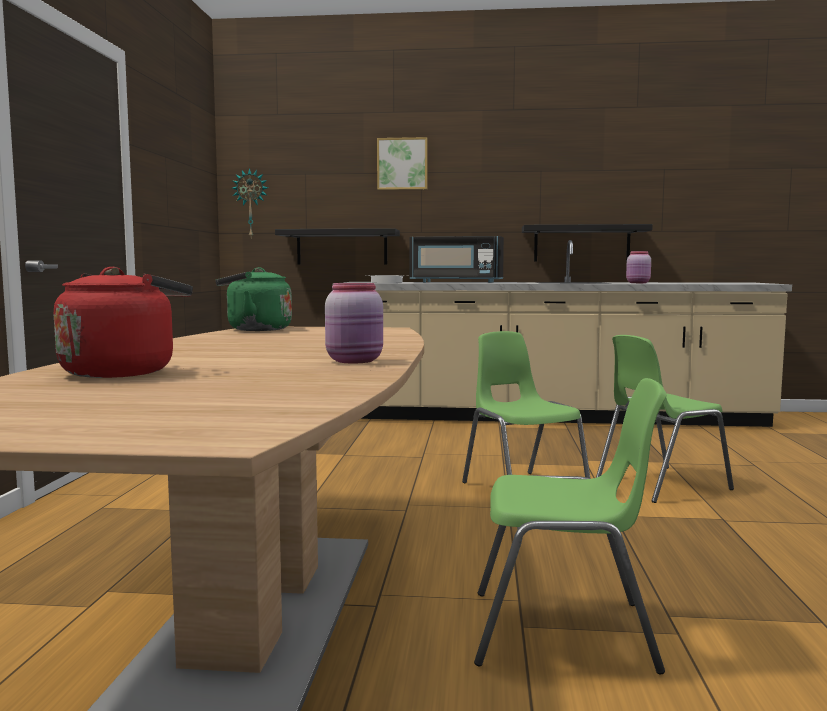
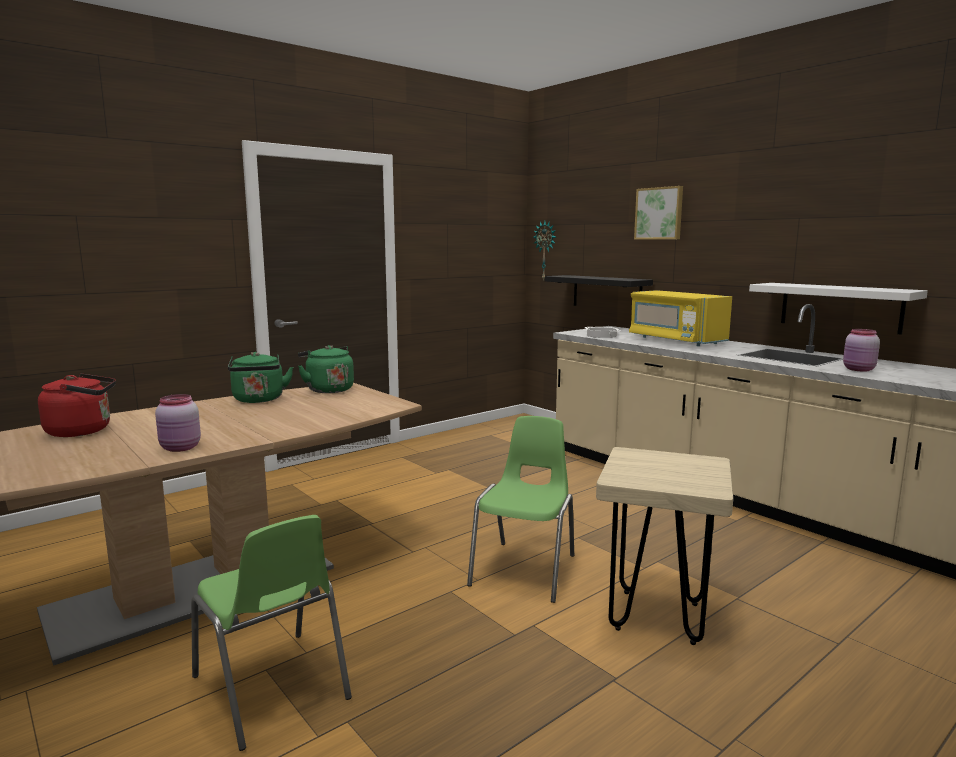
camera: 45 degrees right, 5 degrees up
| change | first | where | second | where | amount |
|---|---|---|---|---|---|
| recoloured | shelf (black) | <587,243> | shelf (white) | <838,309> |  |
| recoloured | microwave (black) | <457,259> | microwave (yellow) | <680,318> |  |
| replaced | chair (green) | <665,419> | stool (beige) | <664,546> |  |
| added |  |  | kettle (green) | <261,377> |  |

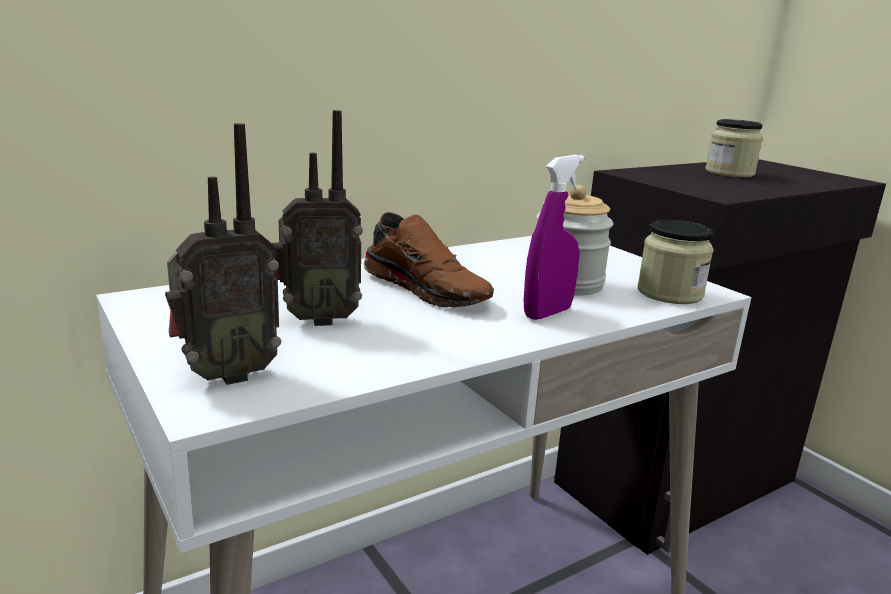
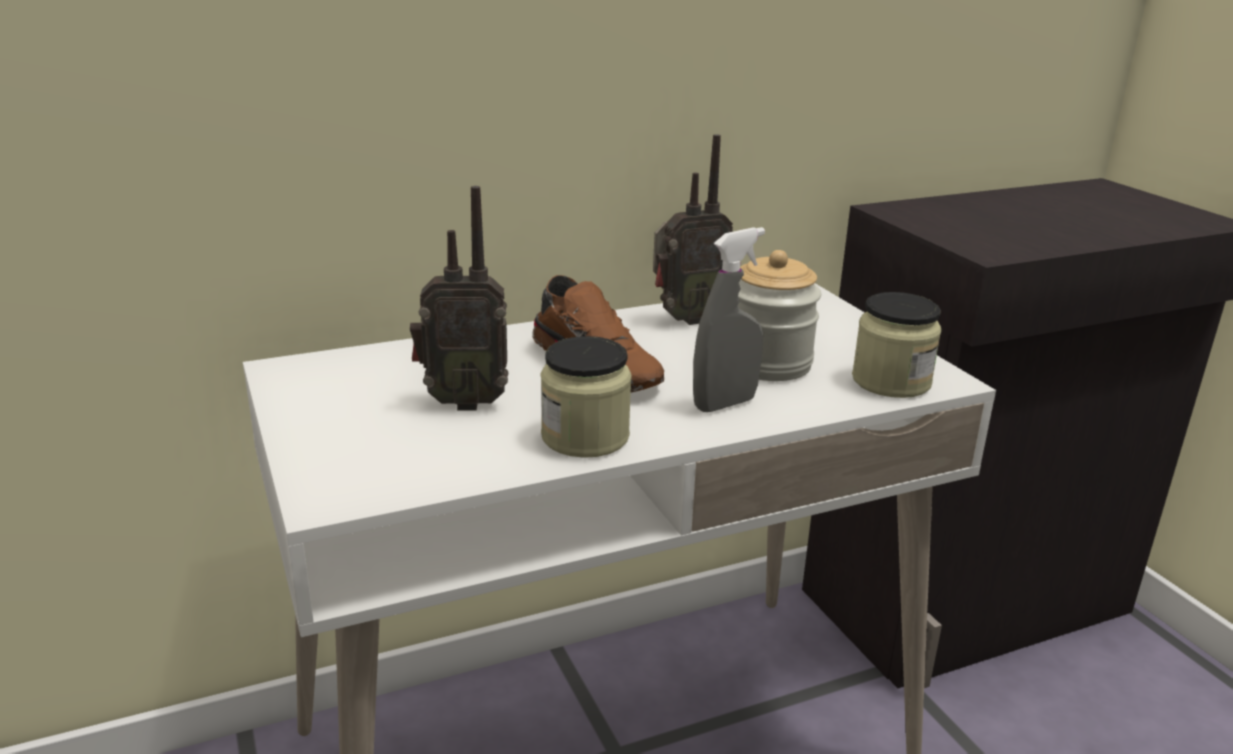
camera: 10 degrees right, 5 degrees up
| change | first | where | second | where | amount |
|---|---|---|---|---|---|
| moved | jar | <734,148> |  | <586,397> |  |
| moved | radio | <223,254> |  | <693,229> |  |
| recoloured | spray bottle (purple) | <554,237> | spray bottle (grey) | <729,319> |  |

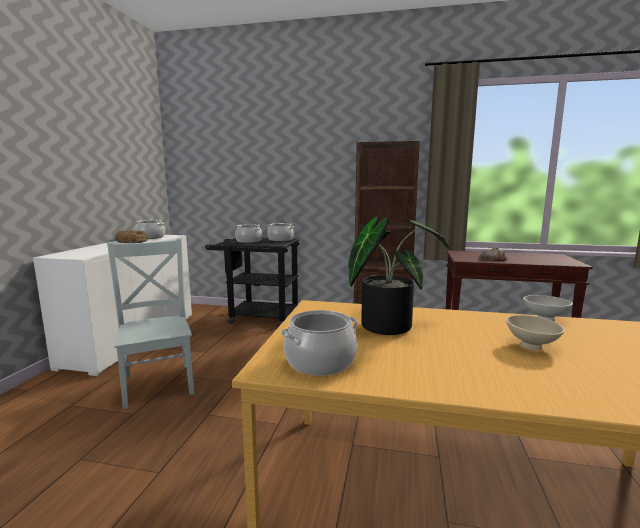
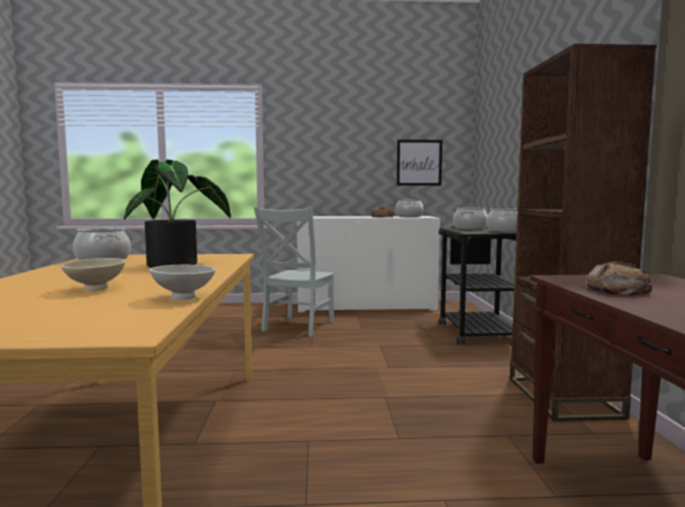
camera: 75 degrees right, 5 degrees down
| change | first | where | second | where | amount |
|---|---|---|---|---|---|
| turned | chair (grey) | <151,323> |  | <294,272> | 150 degrees clockwise |
| added |  |  | picture | <419,163> |  |

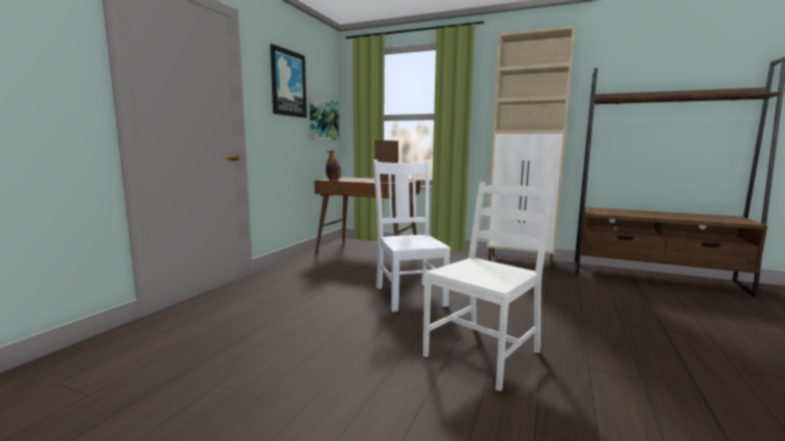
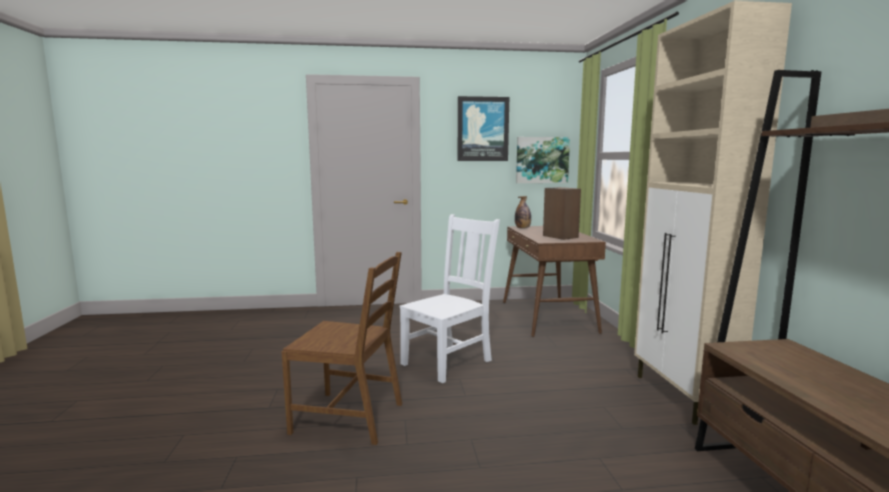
camera: 60 degrees right, 0 degrees up
| change | first | where | second | where | amount |
|---|---|---|---|---|---|
| recoloured | chair (white) | <489,286> | chair (brown) | <342,348> |  |

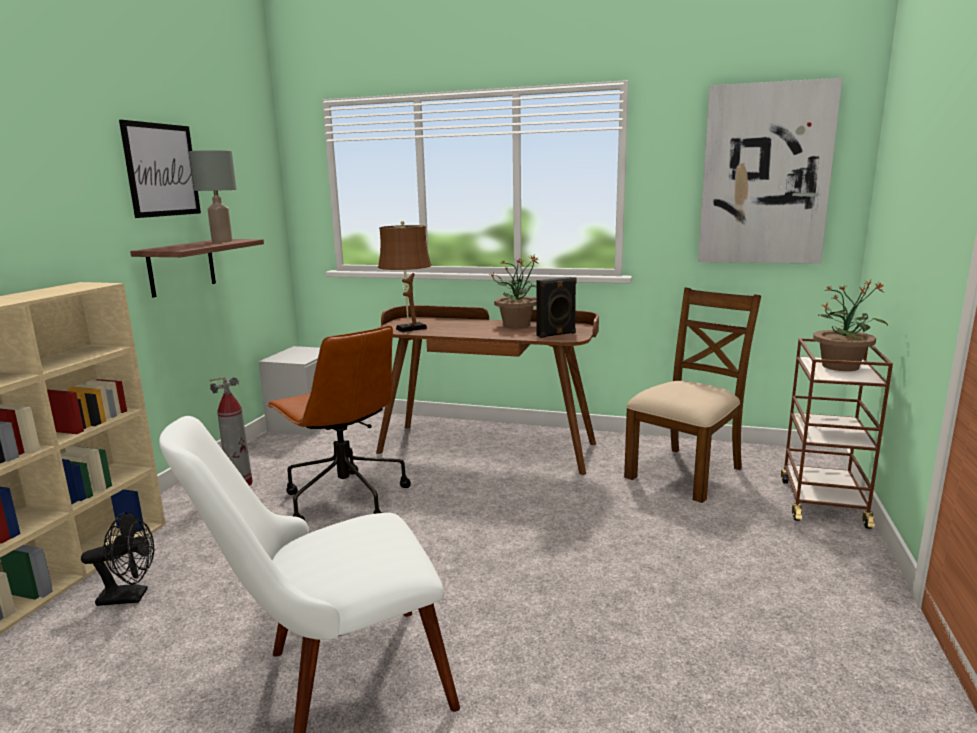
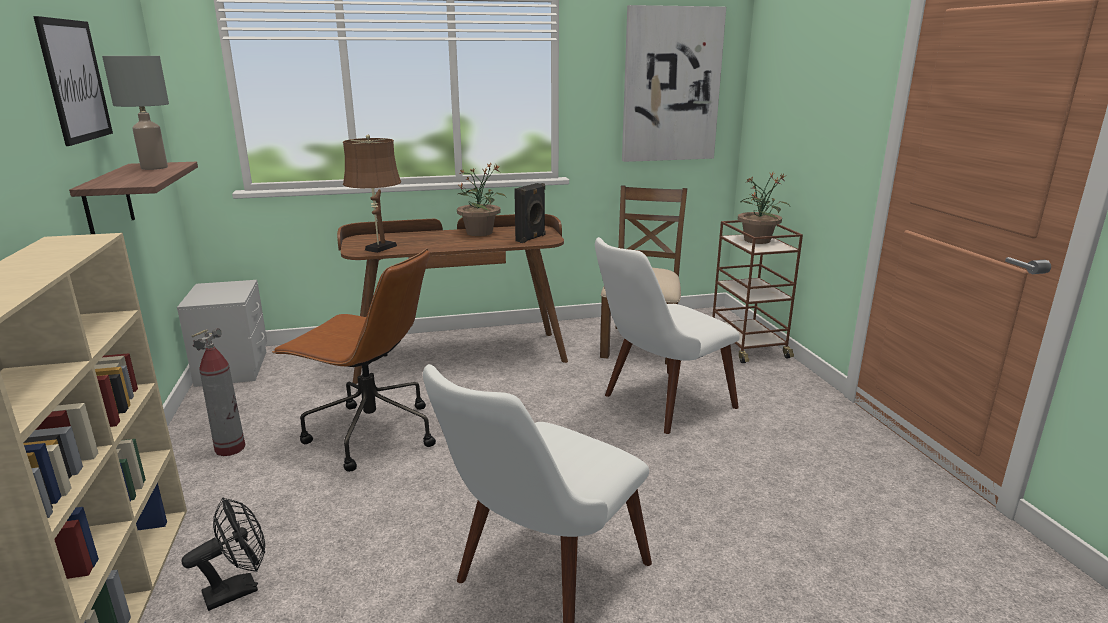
camera: 30 degrees left, 5 degrees up
| change | first | where | second | where | amount |
|---|---|---|---|---|---|
| added |  |  | chair (white) | <667,335> |  |

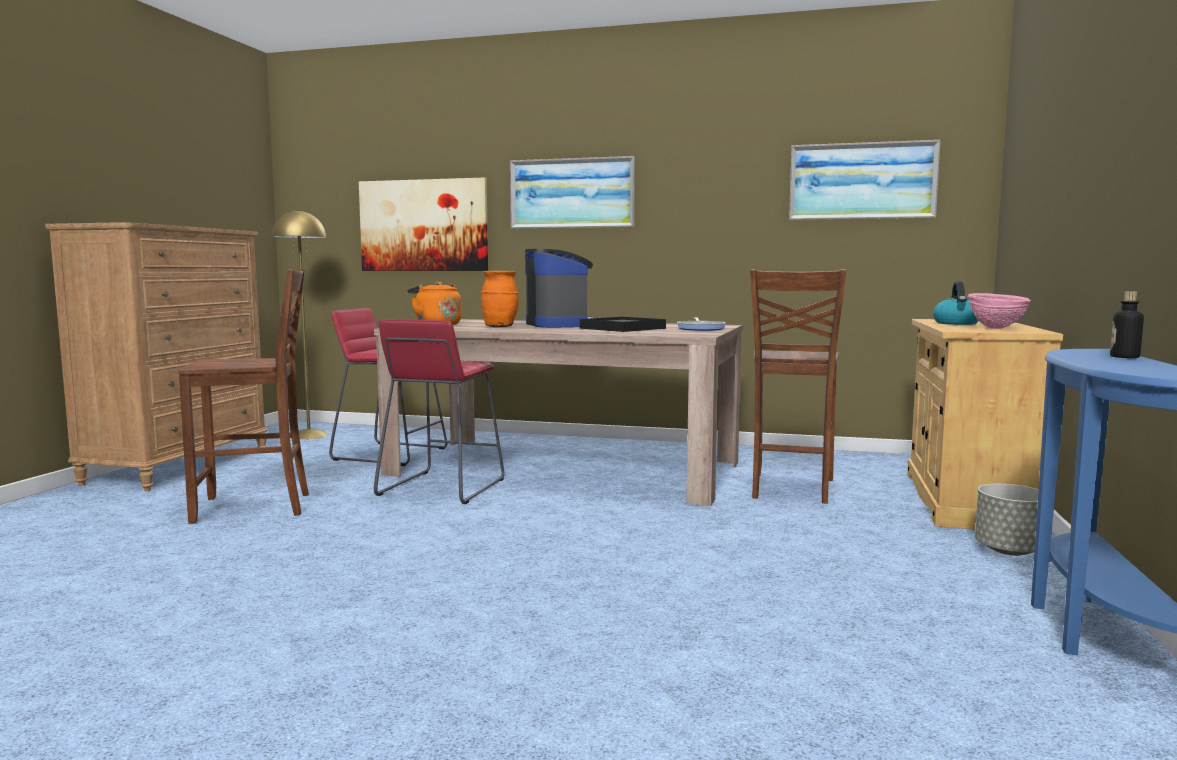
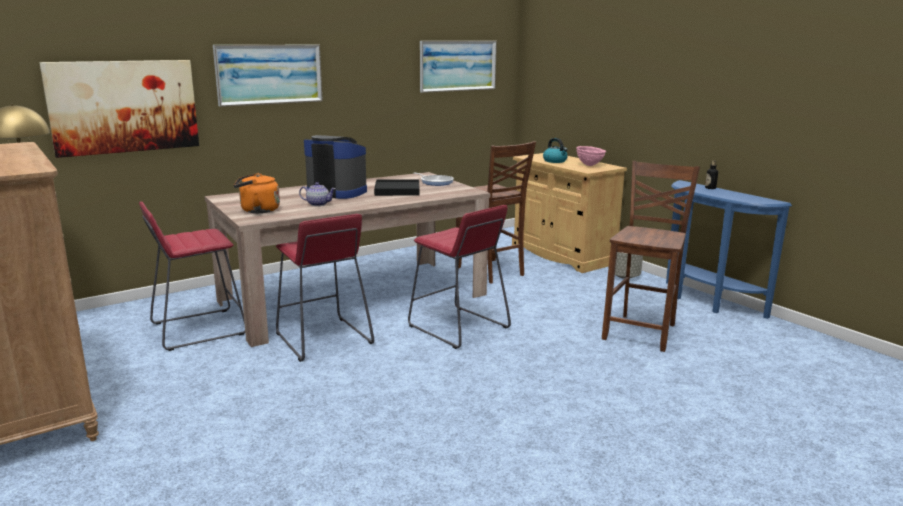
camera: 50 degrees left, 10 degrees up
| change | first | where | second | where | amount |
|---|---|---|---|---|---|
| moved | chair (brown) | <244,396> |  | <651,256> |  |
| replaced | vase (orange) | <499,299> | teapot | <317,194> |  |
| added |  |  | stool (red) | <459,277> |  |

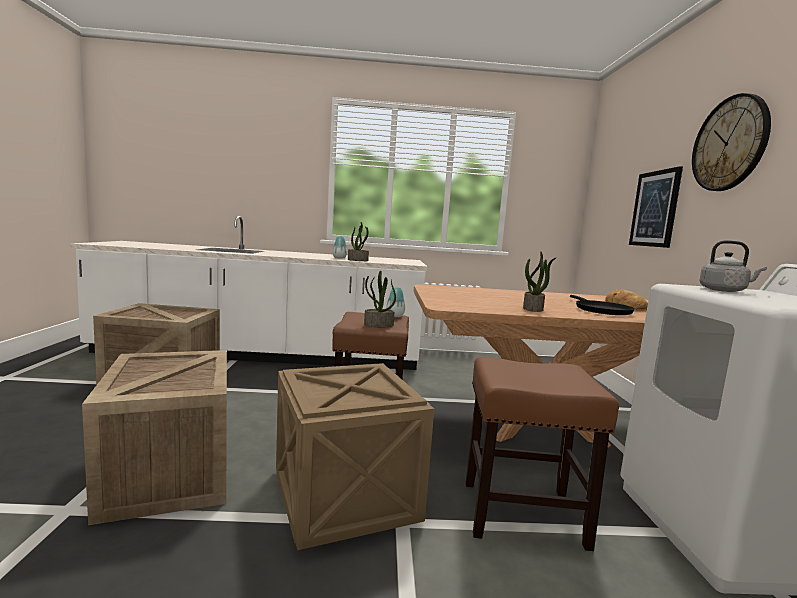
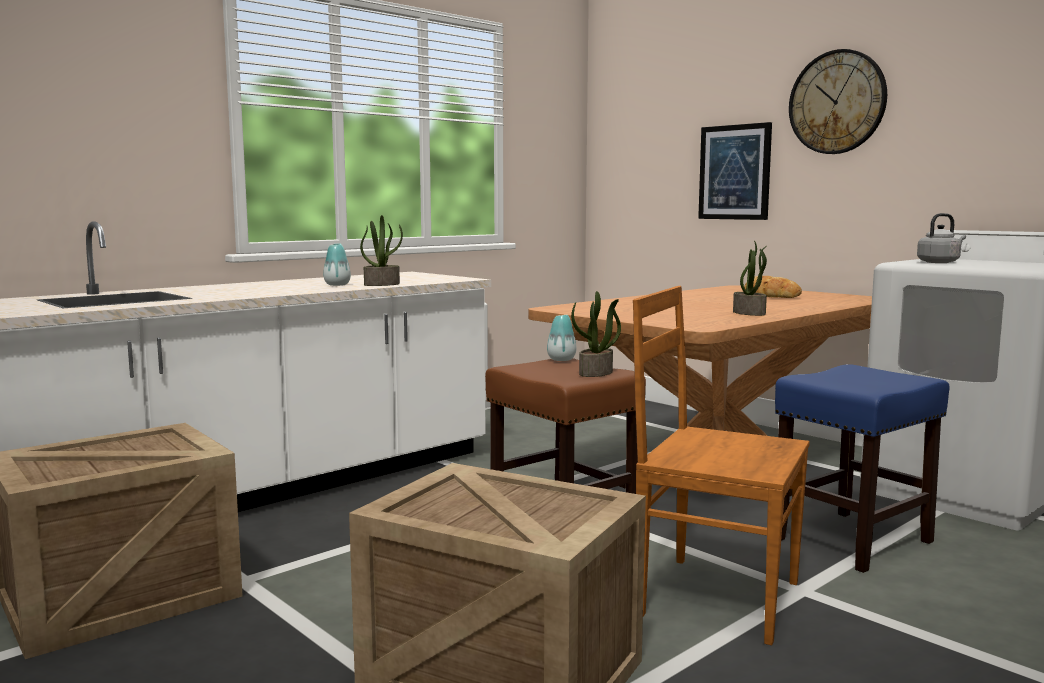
camera: 40 degrees left, 0 degrees up
| change | first | where | second | where | amount |
|---|---|---|---|---|---|
| removed | frying pan (black) | <602,305> |  |  |  |
| recoloured | stool (brown) | <542,454> | stool (blue) | <862,468> |  |
| replaced | crate | <355,456> | chair (brown) | <721,465> |  |

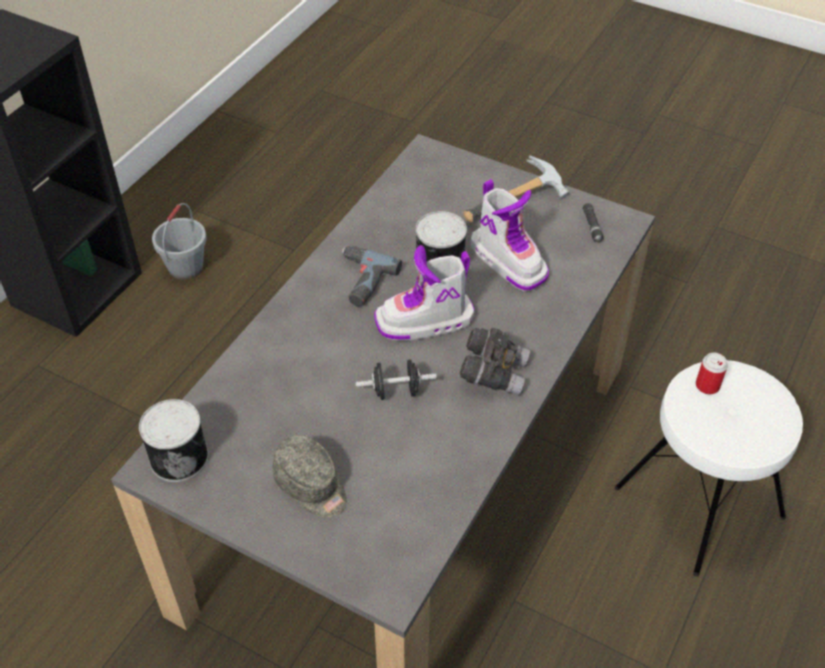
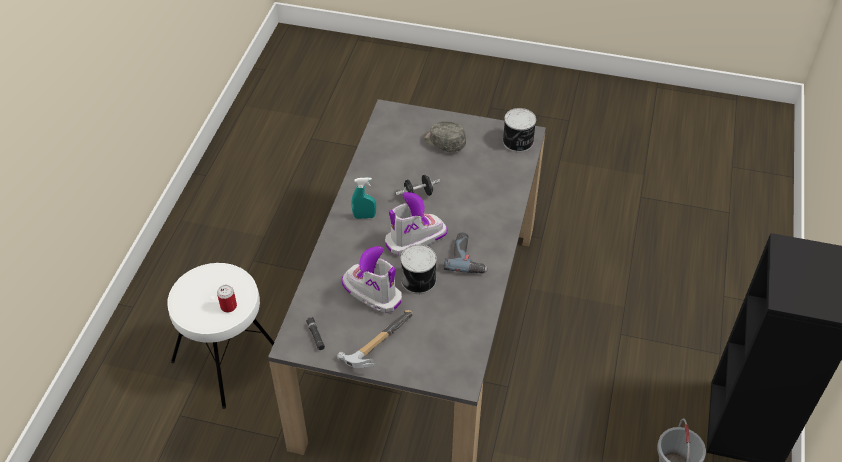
camera: 165 degrees right, 0 degrees up
| change | first | where | second | where | amount |
|---|---|---|---|---|---|
| replaced | binoculars (grey) | <495,361> | spray bottle (turquoise) | <364,198> |  |

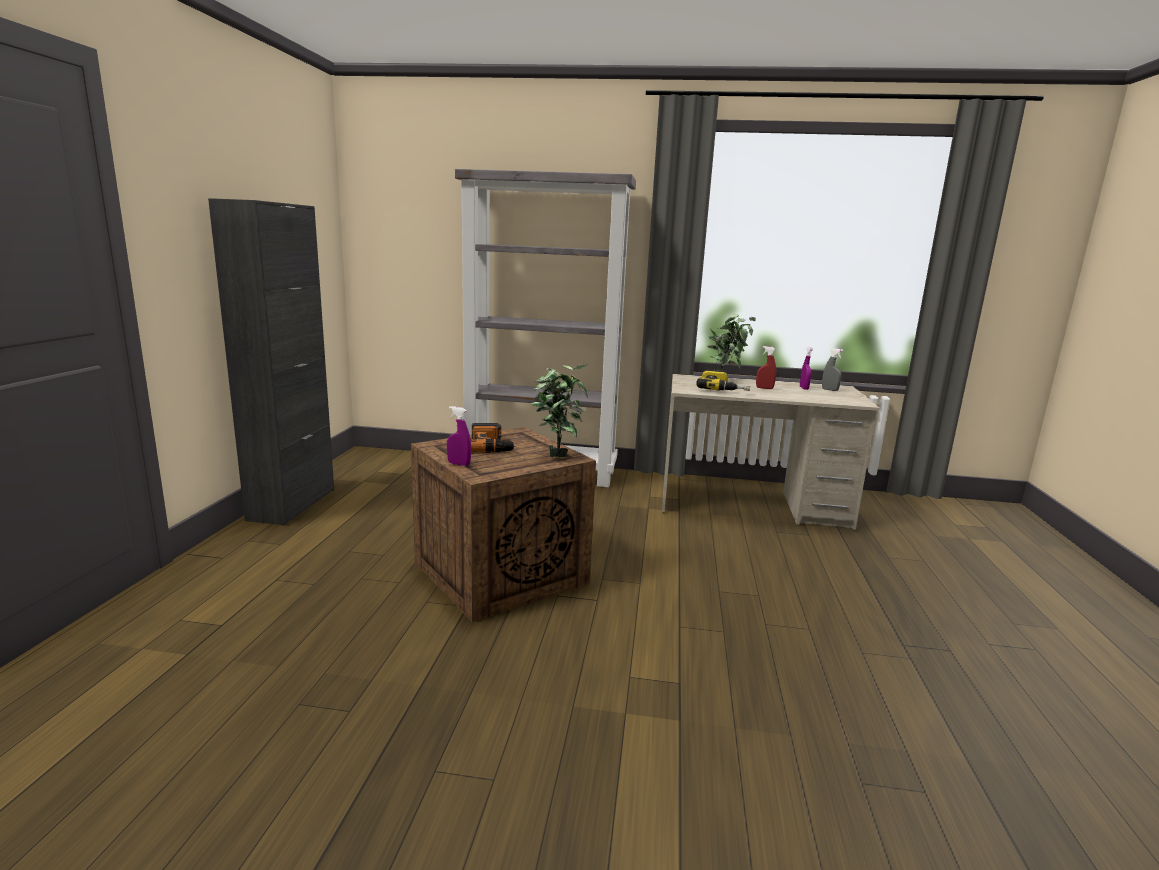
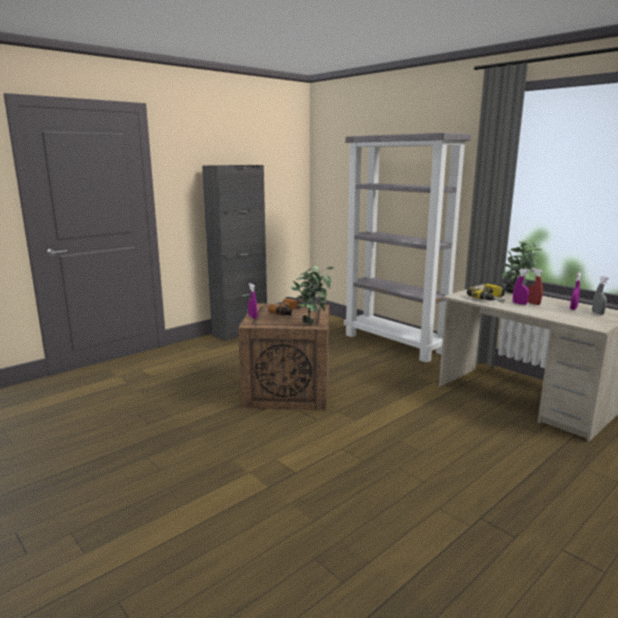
camera: 40 degrees right, 0 degrees up
| change | first | where | second | where | amount |
|---|---|---|---|---|---|
| added |  |  | spray bottle (purple) | <521,287> |  |

